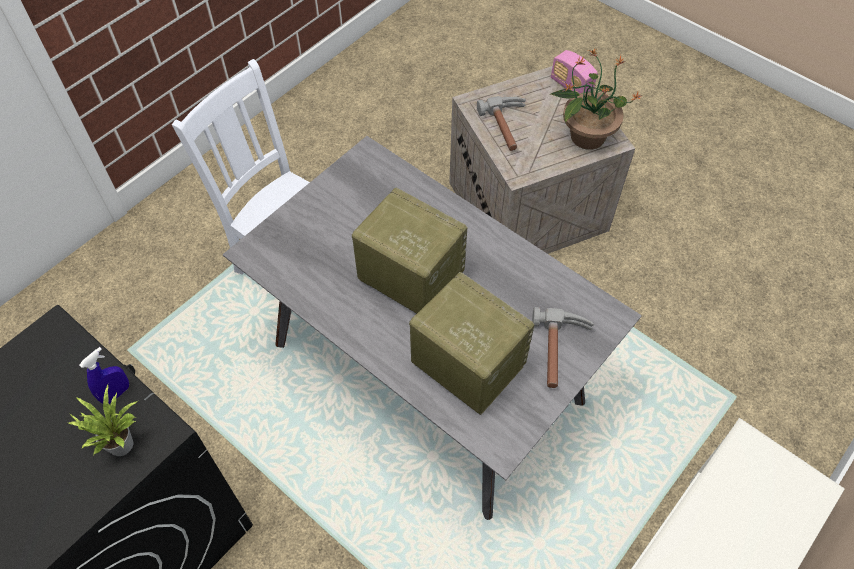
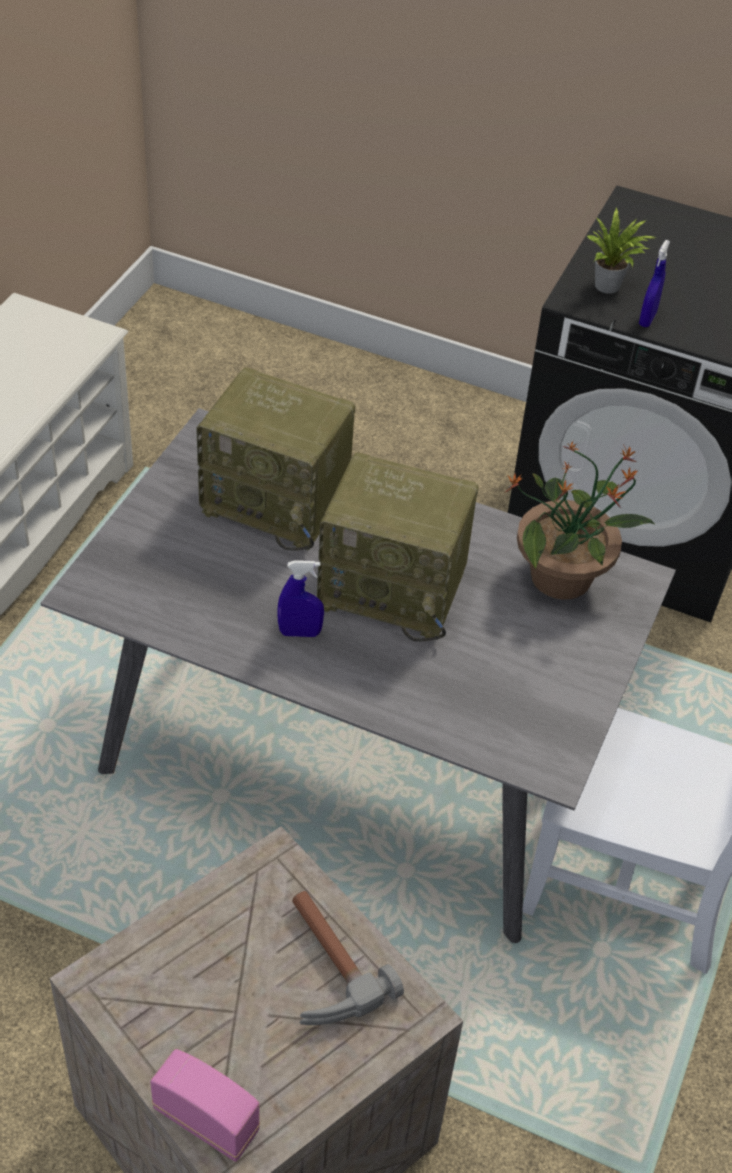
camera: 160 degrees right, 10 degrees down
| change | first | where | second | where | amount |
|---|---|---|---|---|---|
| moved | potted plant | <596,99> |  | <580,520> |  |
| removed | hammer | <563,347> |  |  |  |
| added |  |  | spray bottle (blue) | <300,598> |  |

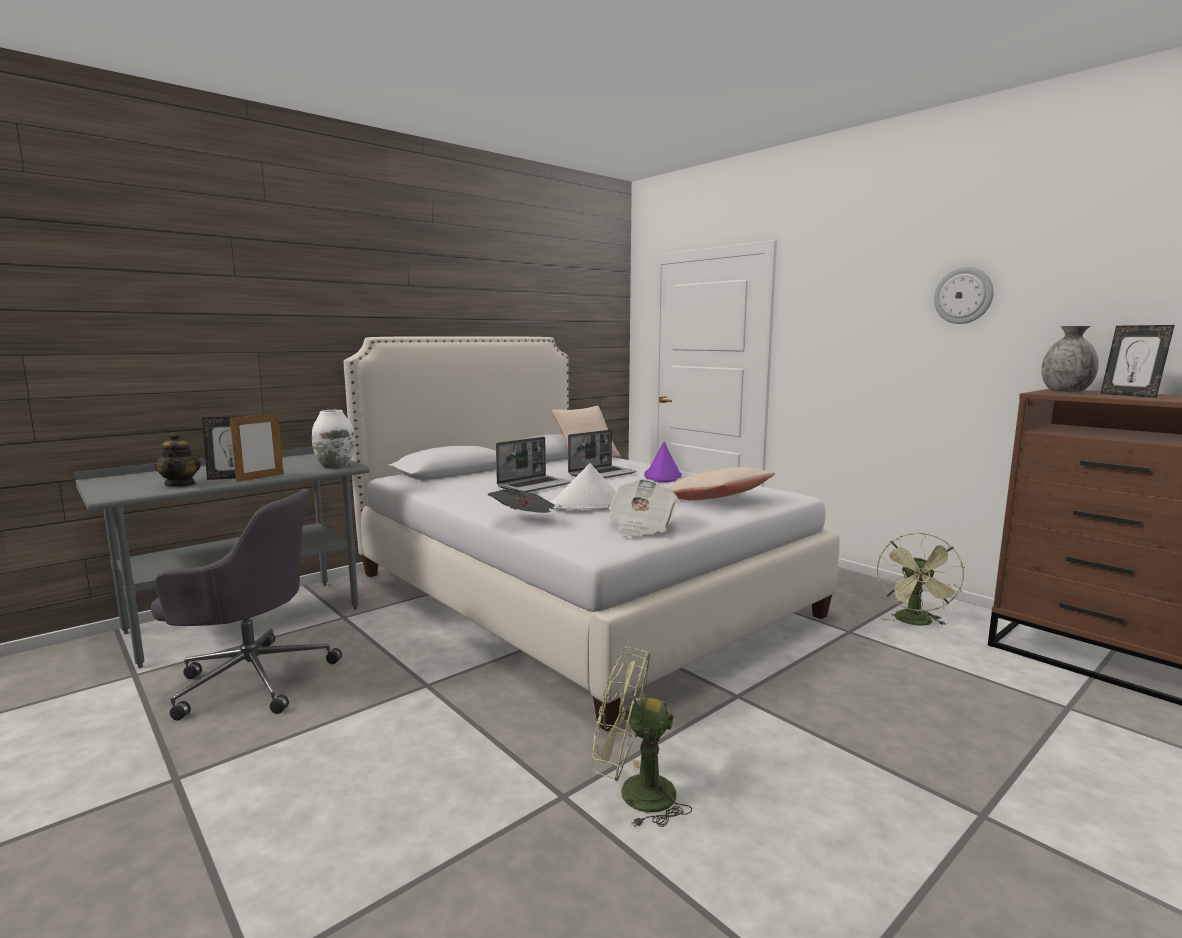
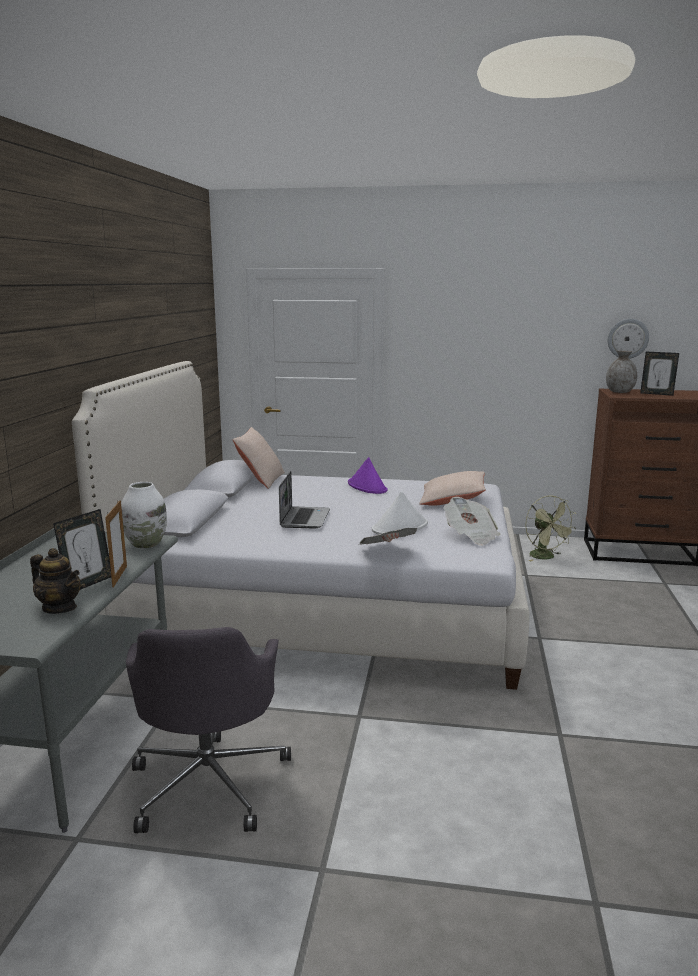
camera: 40 degrees left, 5 degrees up
| change | first | where | second | where | amount |
|---|---|---|---|---|---|
| moved | wall clock | <964,295> |  | <628,339> |  |
| removed | laptop | <602,454> |  |  |  |
| turned | office chair (grey) | <246,605> |  | <208,730> | 120 degrees clockwise |
| removed | fan (green) | <642,736> |  |  |  |

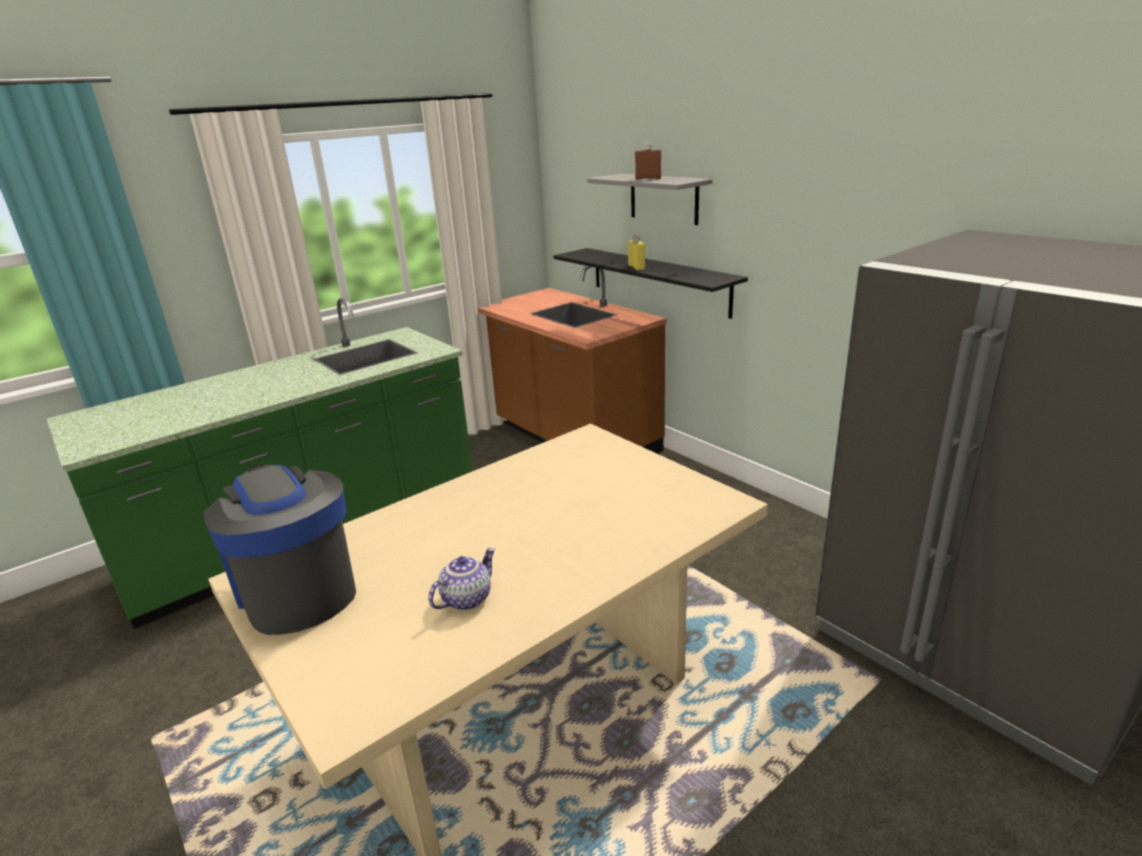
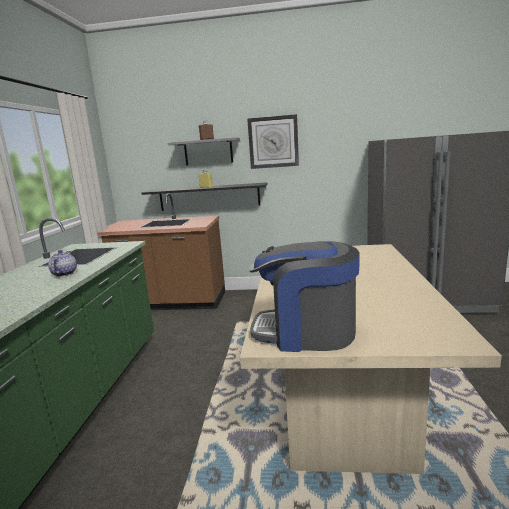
camera: 45 degrees left, 10 degrees down
| change | first | where | second | where | amount |
|---|---|---|---|---|---|
| moved | teapot | <462,579> |  | <62,263> |  |
| added |  |  | wall clock | <273,141> |  |

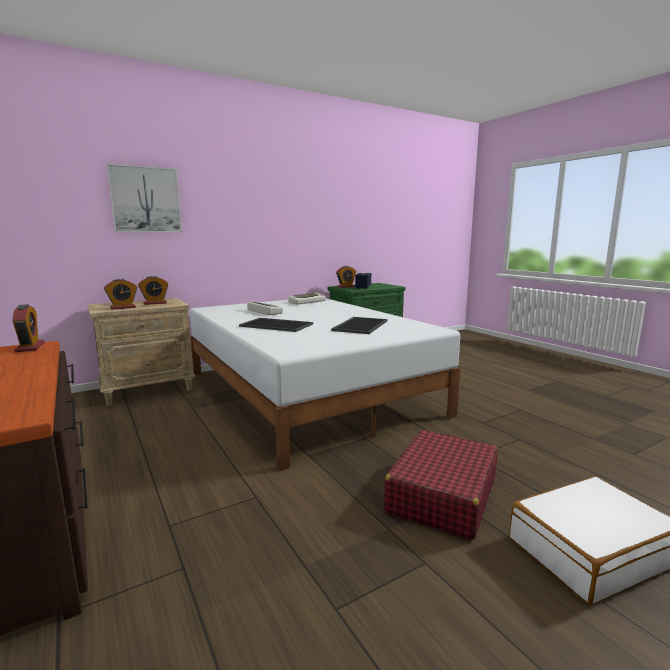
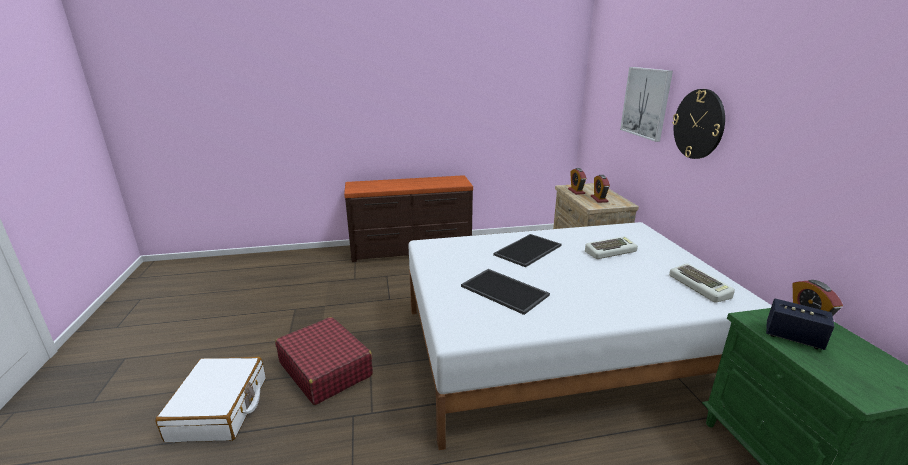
camera: 110 degrees right, 10 degrees up
| change | first | where | second | where | amount |
|---|---|---|---|---|---|
| removed | alarm clock | <28,328> |  |  |  |
| added |  |  | wall clock | <698,124> |  |

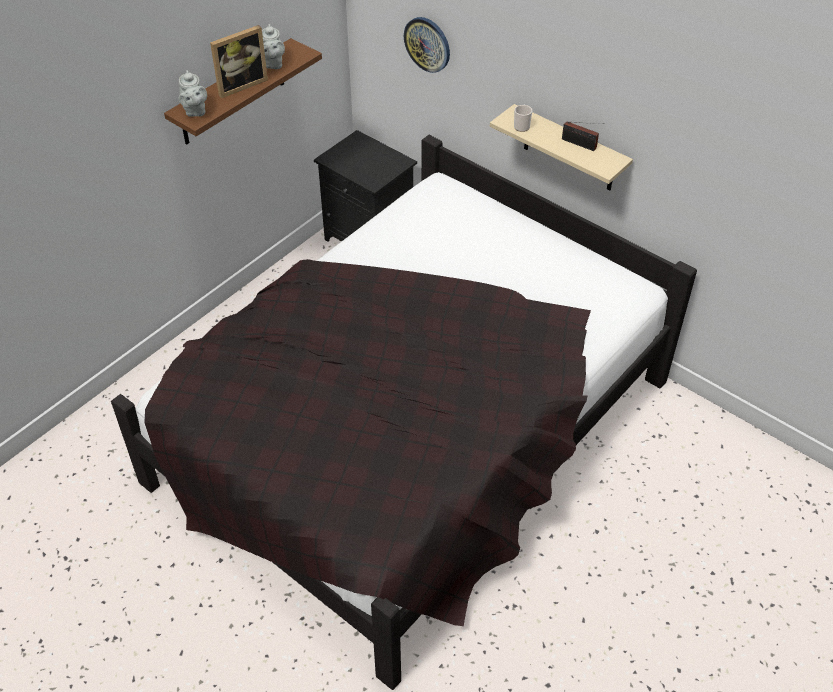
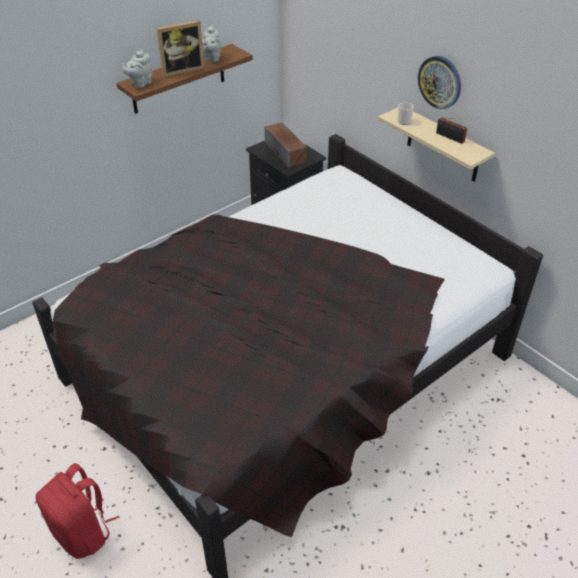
camera: 10 degrees right, 5 degrees down
| change | first | where | second | where | amount |
|---|---|---|---|---|---|
| moved | wall clock | <427,45> |  | <439,82> |  |
| turned | teapot (grey) | <193,93> |  | <137,69> | 45 degrees clockwise |
| added |  |  | speaker | <285,145> |  |
| added |  |  | backpack (red) | <78,511> |  |

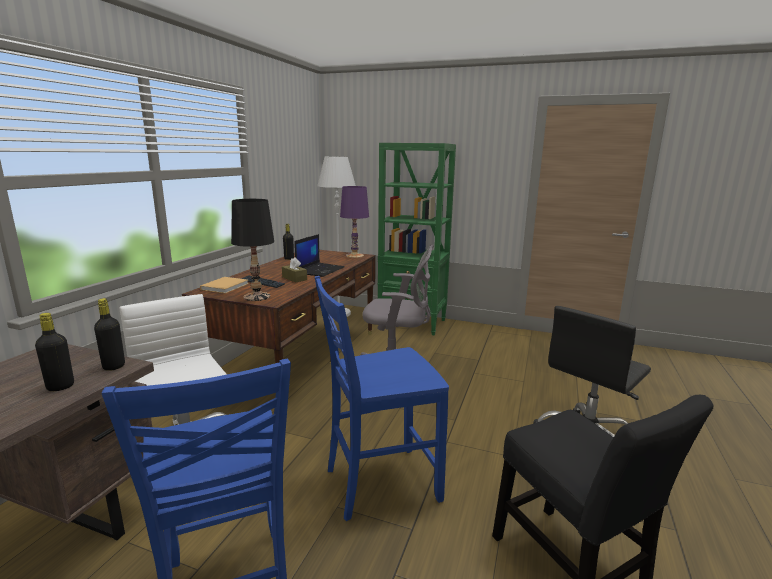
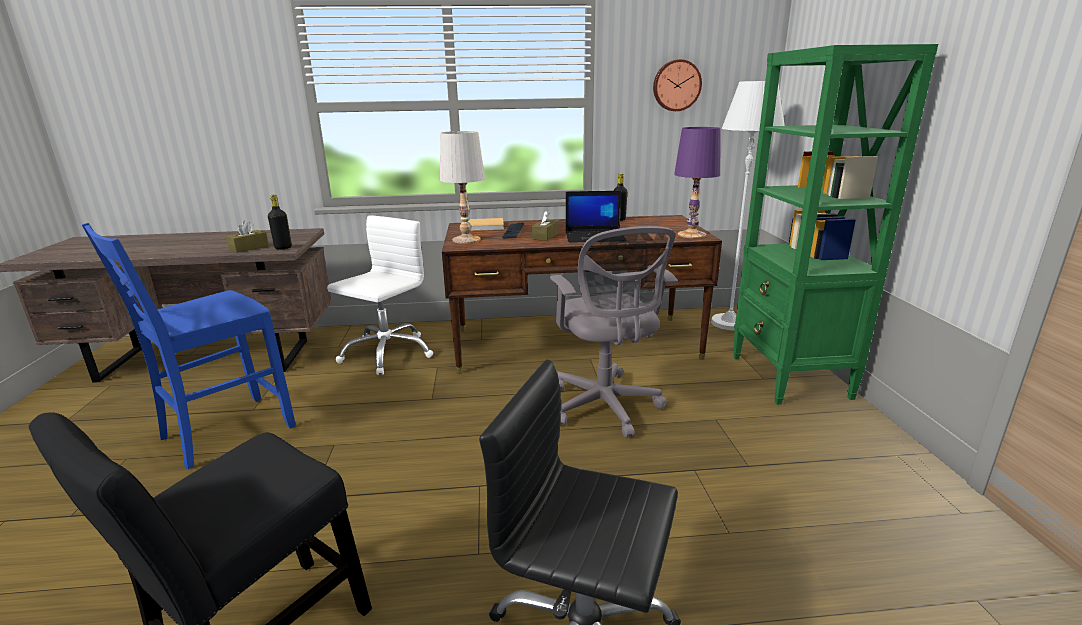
camera: 65 degrees right, 5 degrees up
| change | first | where | second | where | amount |
|---|---|---|---|---|---|
| recoloured | table lamp (black) | <252,250> | table lamp (white) | <462,187> |  |
| removed | chair (blue) | <382,398> |  |  |  |
| replaced | bottle (black) | <54,352> | tissue box (brown) | <247,236> |  |
| added |  |  | wall clock | <677,85> |  |

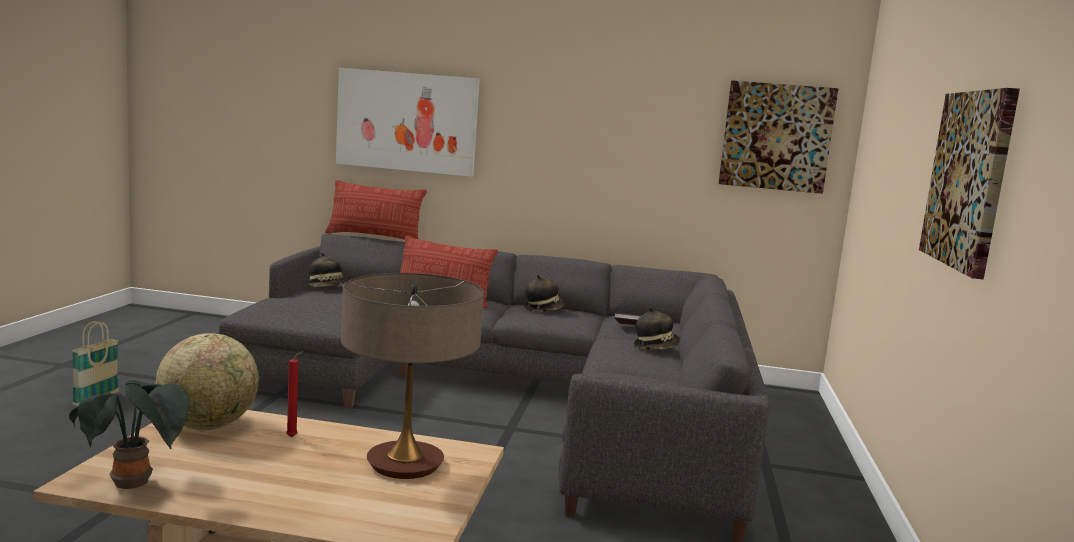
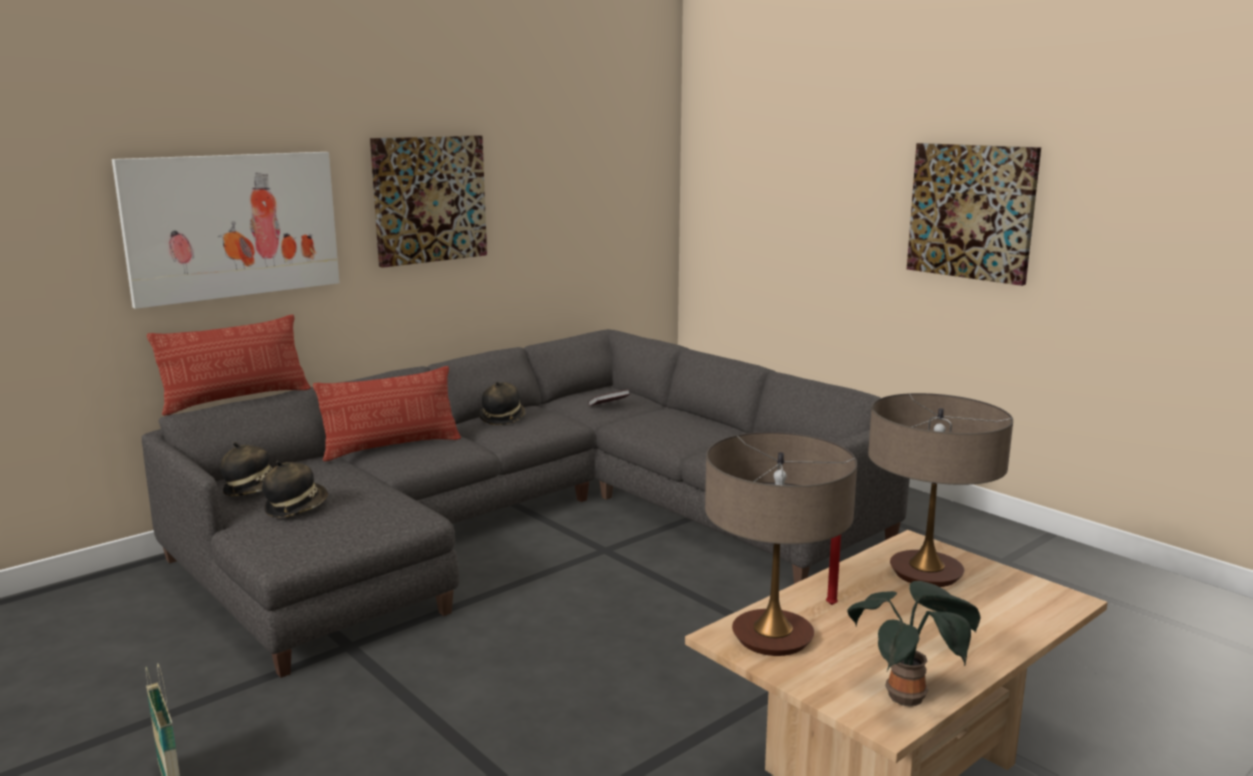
camera: 50 degrees left, 5 degrees up
| change | first | where | second | where | amount |
|---|---|---|---|---|---|
| moved | picture | <778,137> |  | <428,201> |  |
| moved | hat | <657,328> |  | <295,489> |  |
| replaced | globe | <207,381> | table lamp | <781,544> |  |

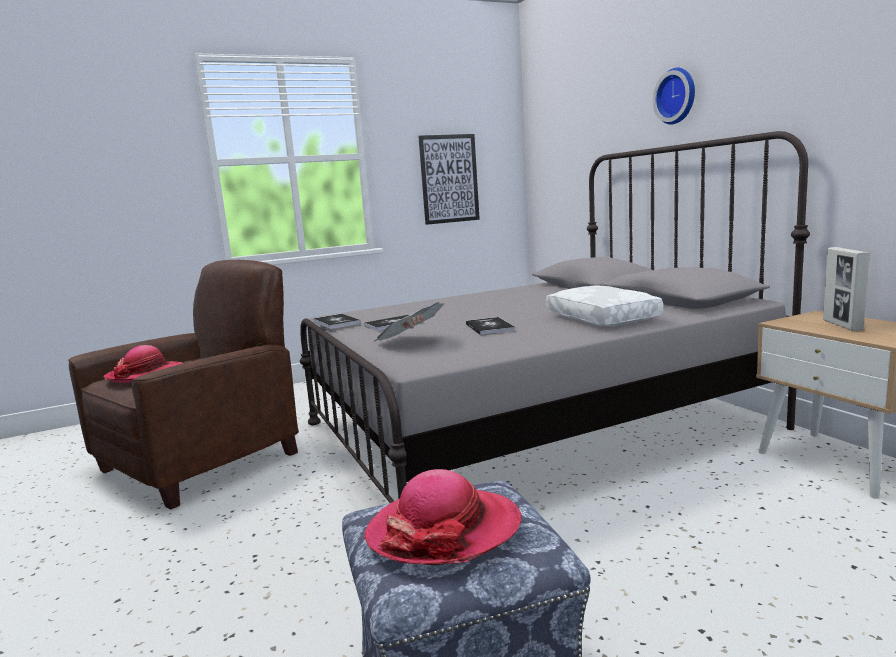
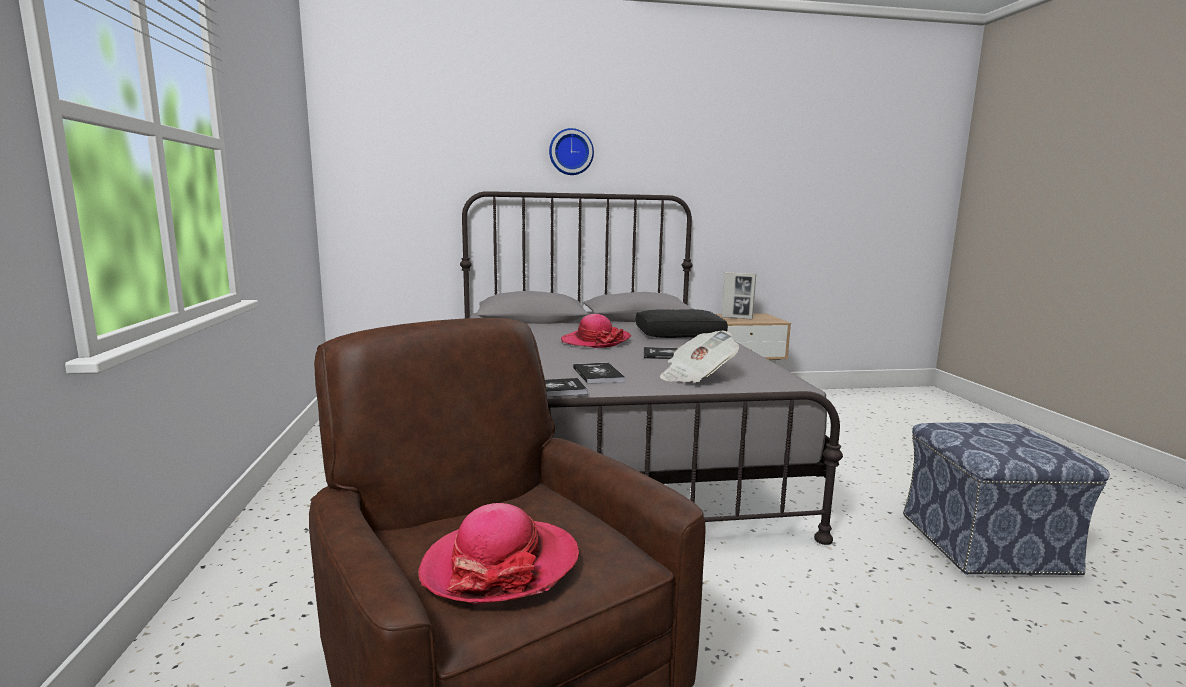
camera: 75 degrees left, 0 degrees up
| change | first | where | second | where | amount |
|---|---|---|---|---|---|
| removed | picture | <449,179> |  |  |  |
| recoloured | pillow (white) | <604,305> | pillow (black) | <682,323> |  |
| moved | hat | <443,517> |  | <596,331> |  |

